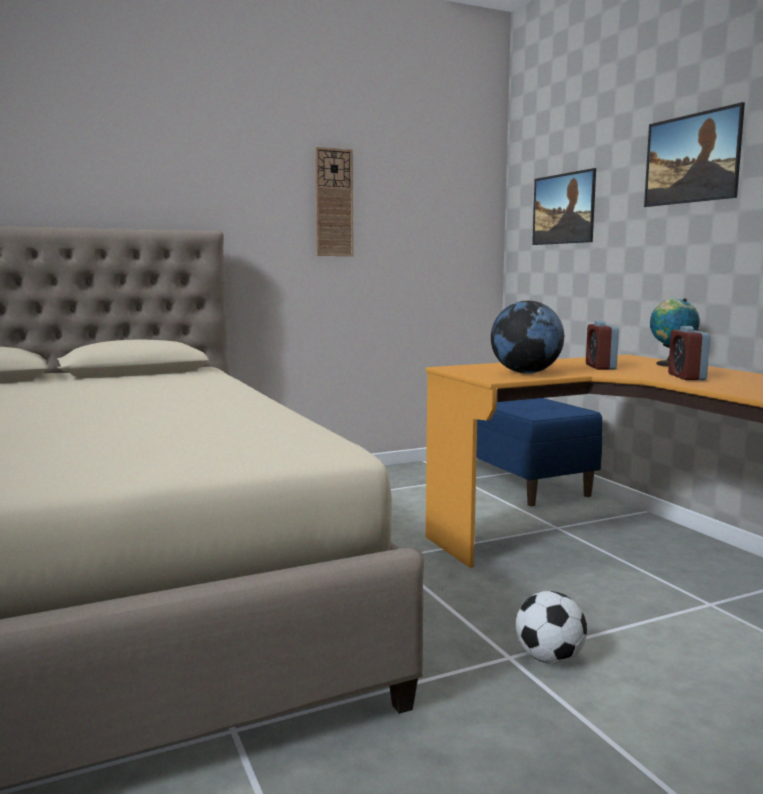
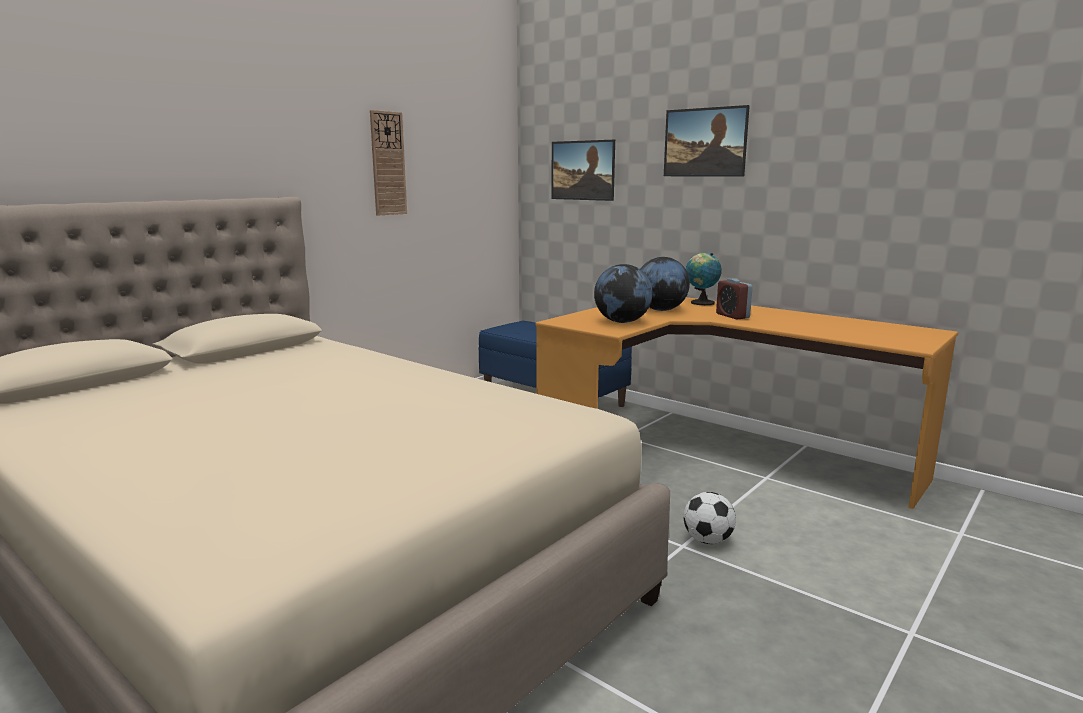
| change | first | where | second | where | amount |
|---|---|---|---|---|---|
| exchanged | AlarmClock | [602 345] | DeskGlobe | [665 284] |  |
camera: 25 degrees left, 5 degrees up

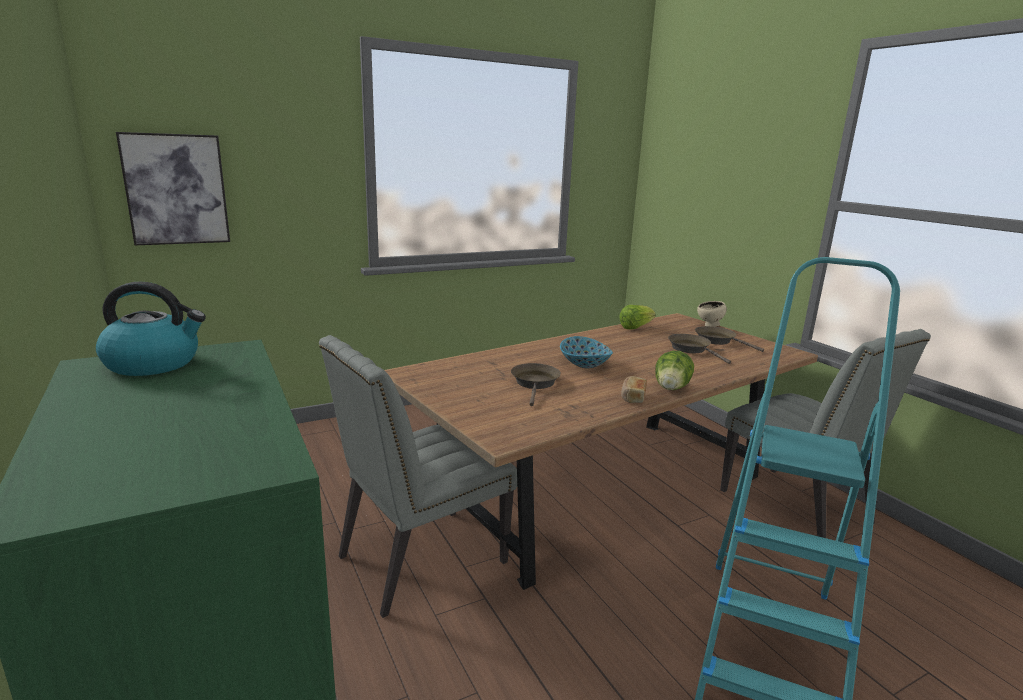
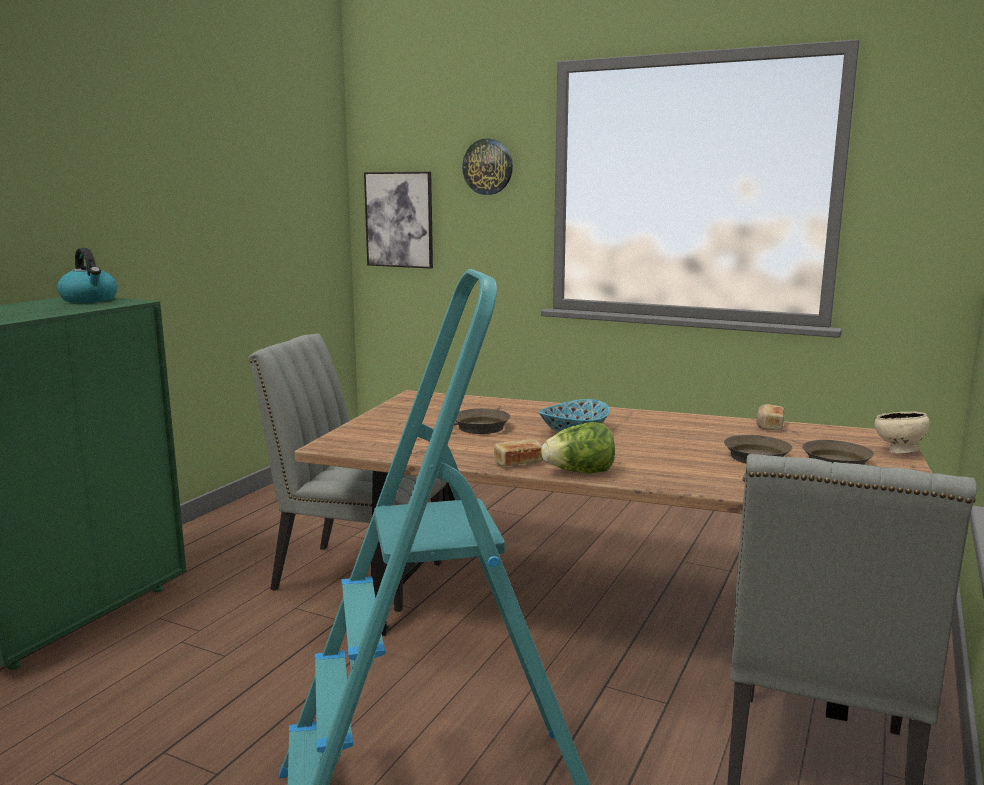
| change | first | where | second | where | amount |
|---|---|---|---|---|---|
| appeared |  |  | ClockOnTheWall | [487 167] |  |
| exchanged | Lettuce | [637 317] | Bread | [770 417] |  |
camera: 55 degrees right, 5 degrees down

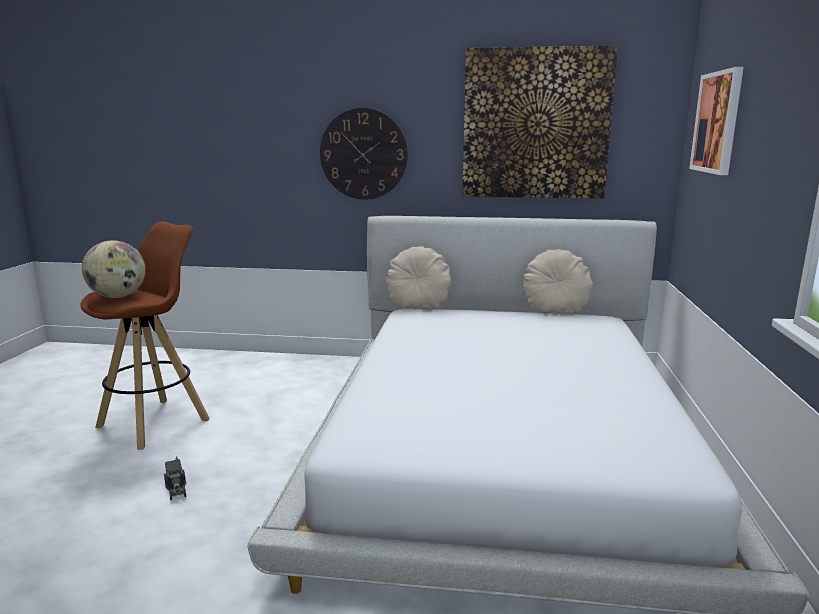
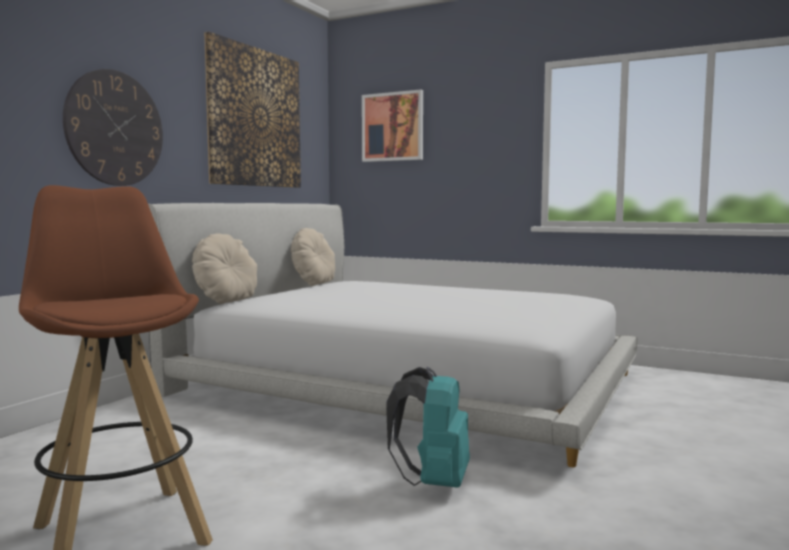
| change | first | where | second | where | amount |
|---|---|---|---|---|---|
| missing | DeskGlobe | [114 269] |  |  |  |
| missing | ToyTruck | [175 478] |  |  |  |
| appeared |  |  | TurquoiseColouredRucksack | [428 427] |  |
camera: 70 degrees left, 10 degrees down

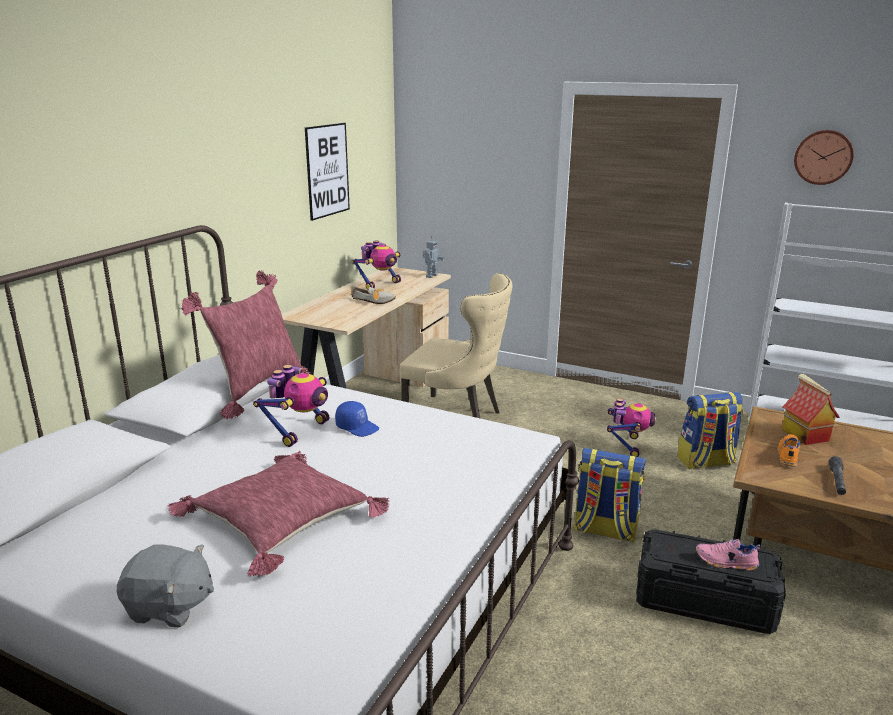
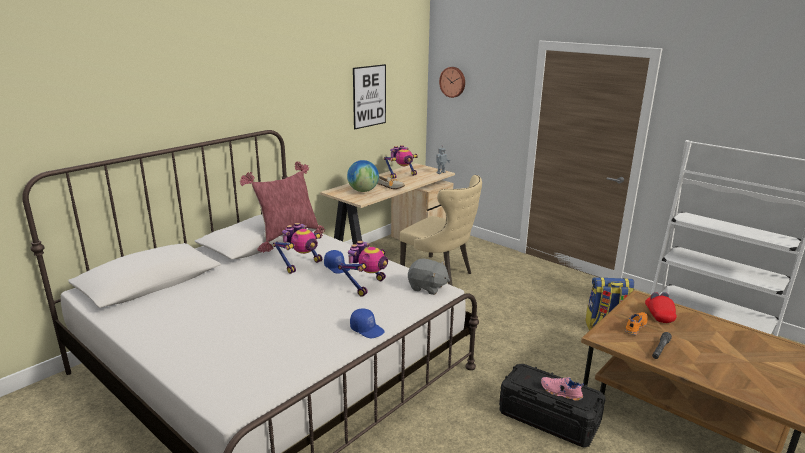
| change | first | where | second | where | amount |
|---|---|---|---|---|---|
| missing | ReddishThrowPillow | [278 514] |  |  |  |
| missing | Rucksack | [609 495] |  |  |  |
| appeared |  |  | DeskGlobe | [363 176] |  |
| appeared |  |  | BluePeakedCap | [367 323] |  |
| relocated | GreyishSoftToy | [165 586] |  | [429 277] |  |
| relocated | RobotFigure | [631 427] |  | [363 269] |  |
| relocated | ClockOnTheWall | [824 157] |  | [452 82] |  |
| exchanged | ModelHouse | [811 409] | ReddishPeakedCap | [661 307] |  |
camera: 15 degrees right, 0 degrees up

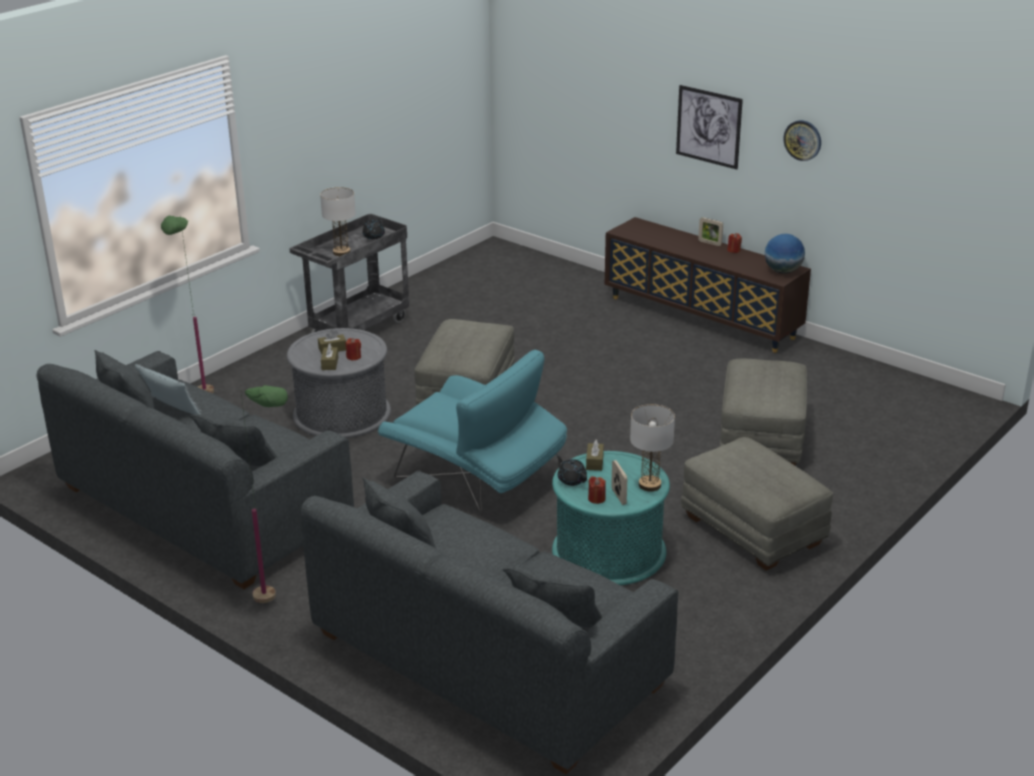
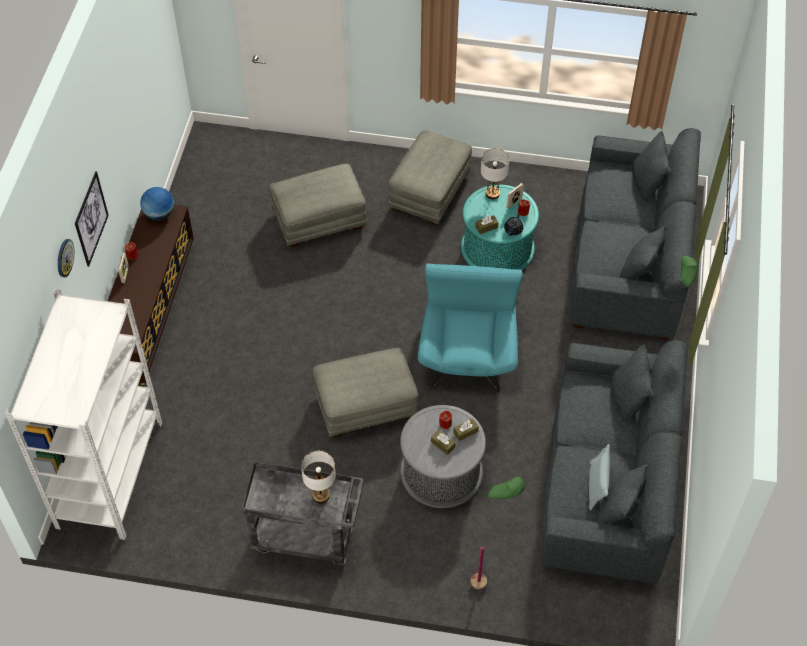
| change | first | where | second | where | amount |
|---|---|---|---|---|---|
| missing | BlackColouredPotForTea | [373 228] |  |  |  |
| appeared |  |  | WhitishShelvingUnit | [83 414] |  |
| relocated | ClockOnTheWall | [802 140] |  | [66 258] |  |
camera: 120 degrees left, 25 degrees up

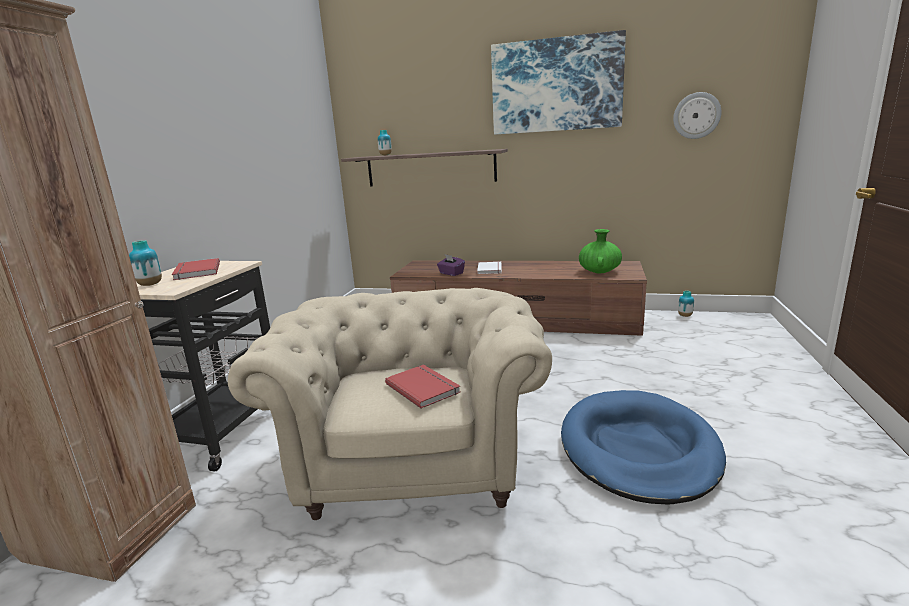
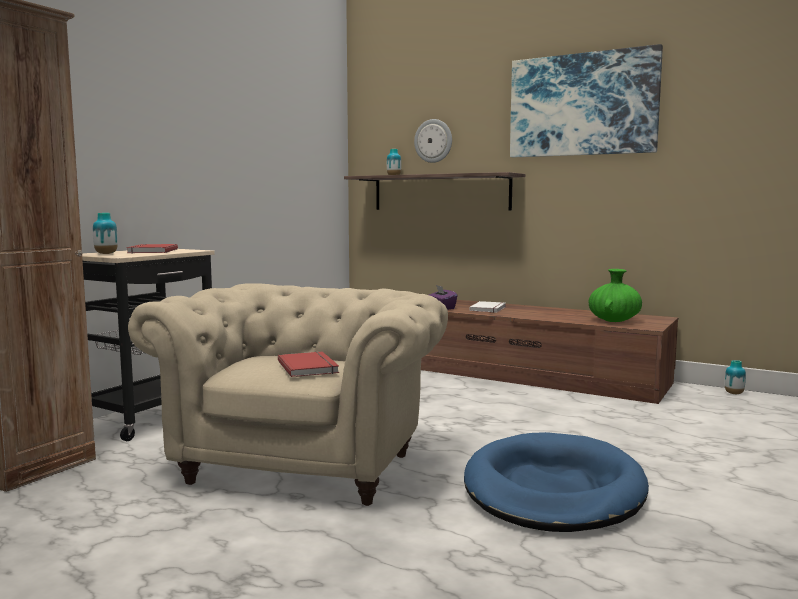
| change | first | where | second | where | amount |
|---|---|---|---|---|---|
| relocated | ClockOnTheWall | [697 115] |  | [433 141] |  |
camera: 15 degrees right, 10 degrees down

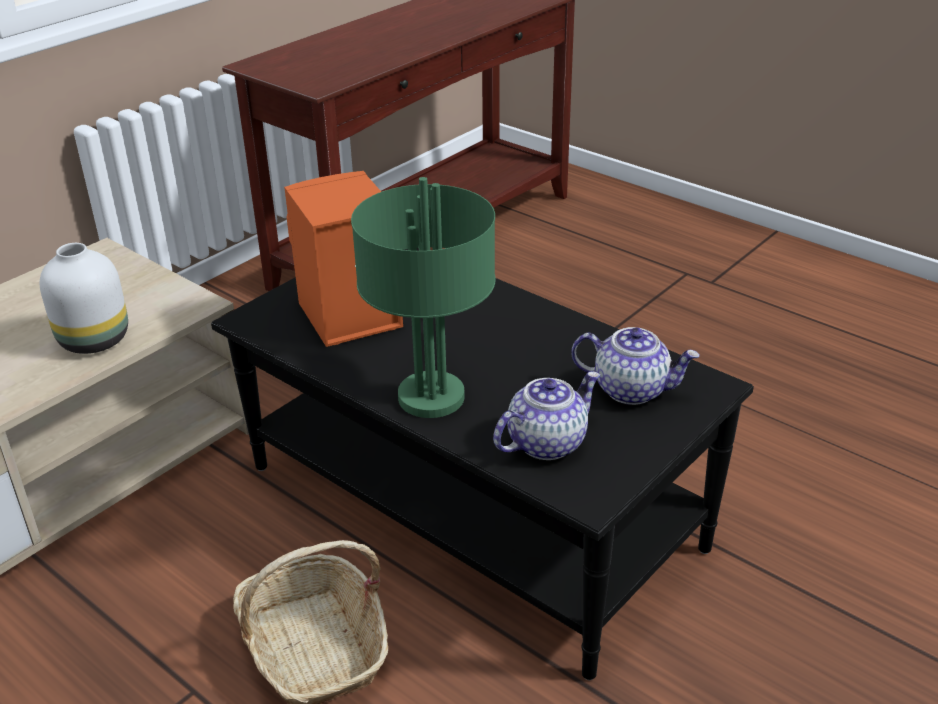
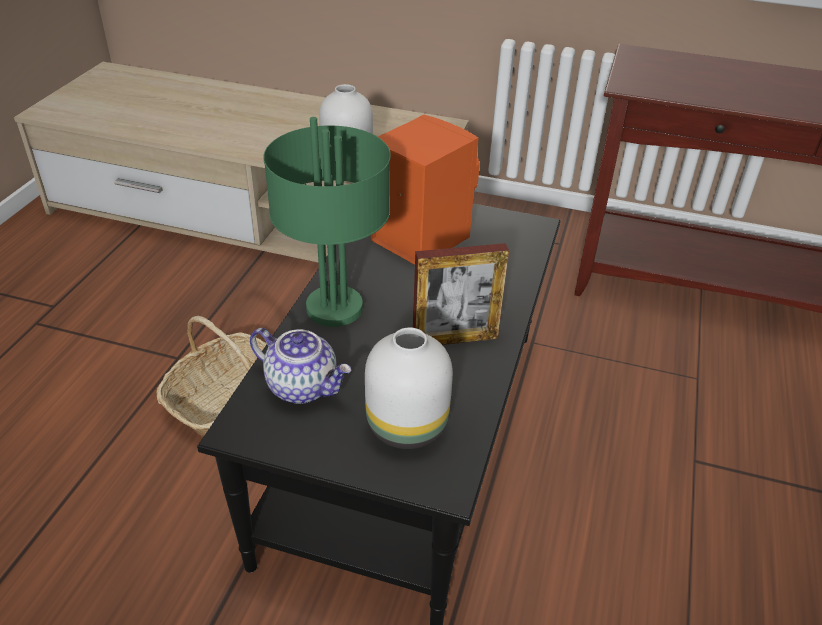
| change | first | where | second | where | amount |
|---|---|---|---|---|---|
| appeared |  |  | StandingFrame | [461 294] |  |
| exchanged | PotForTea | [635 366] | WhitishDecorativeVase | [409 388] |  |
camera: 65 degrees right, 5 degrees up

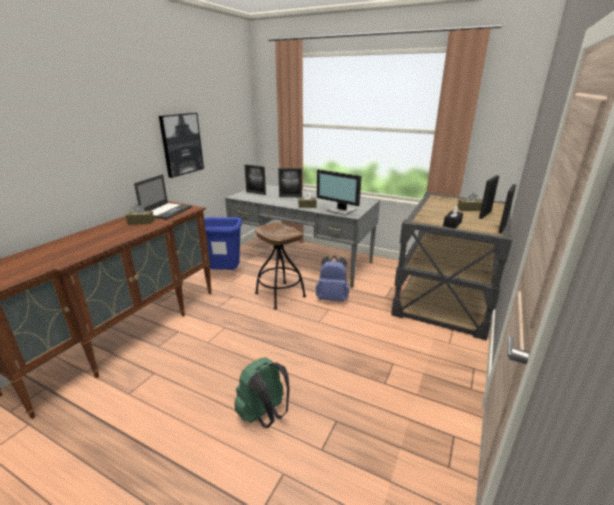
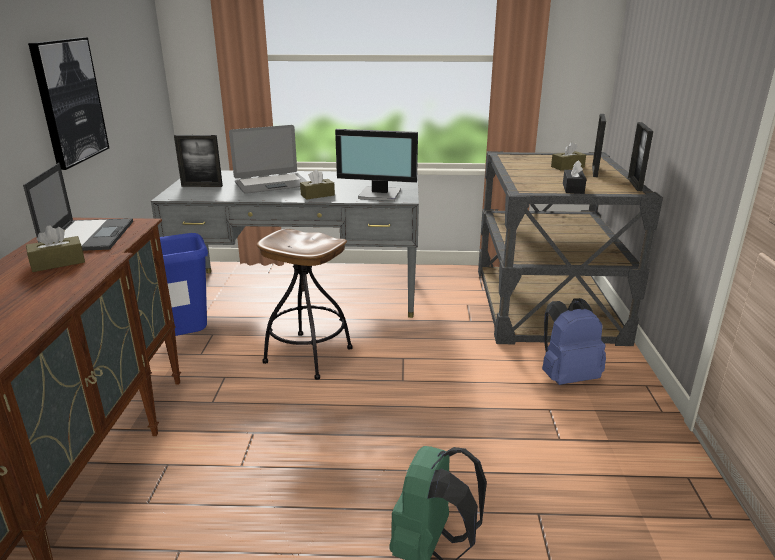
| change | first | where | second | where | amount |
|---|---|---|---|---|---|
| relocated | BlueRucksack | [332 279] |  | [574 341] |  |
| exchanged | StandingFrame | [290 182] | PortableComputer | [268 159] |  |
camera: 25 degrees left, 0 degrees up

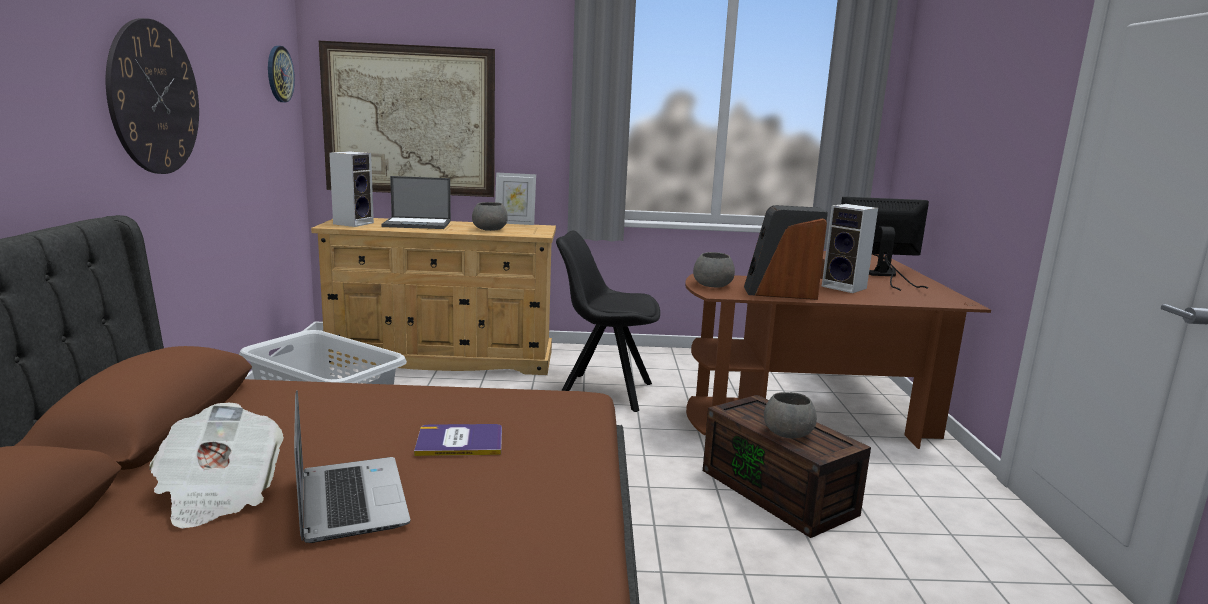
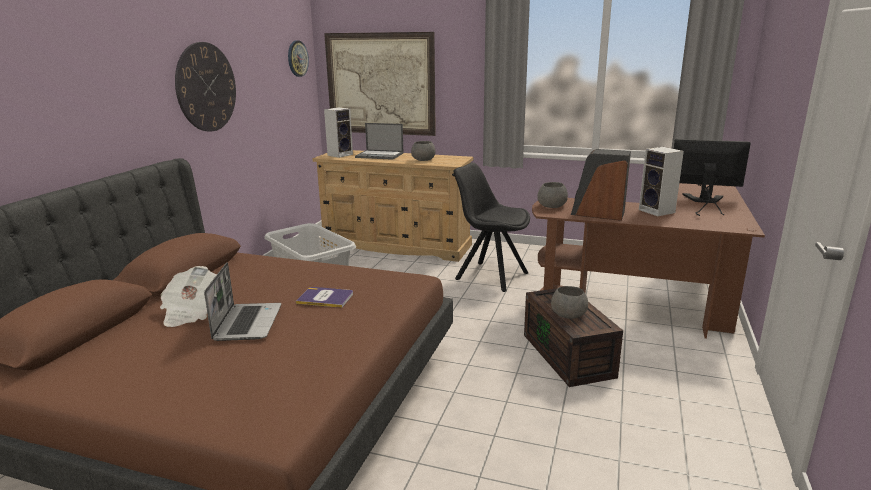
| change | first | where | second | where | amount |
|---|---|---|---|---|---|
| missing | StandingFrame | [515 198] |  |  |  |
camera: 20 degrees right, 5 degrees up

